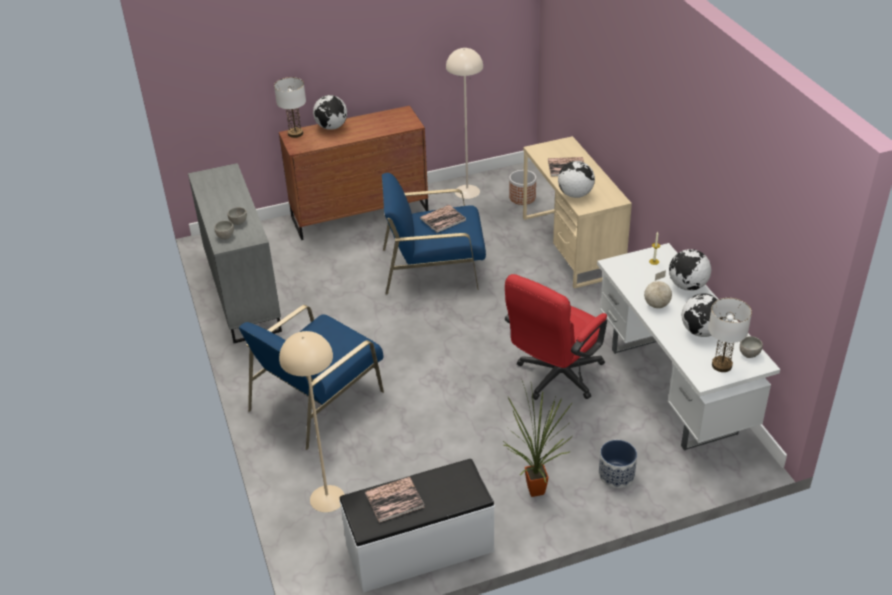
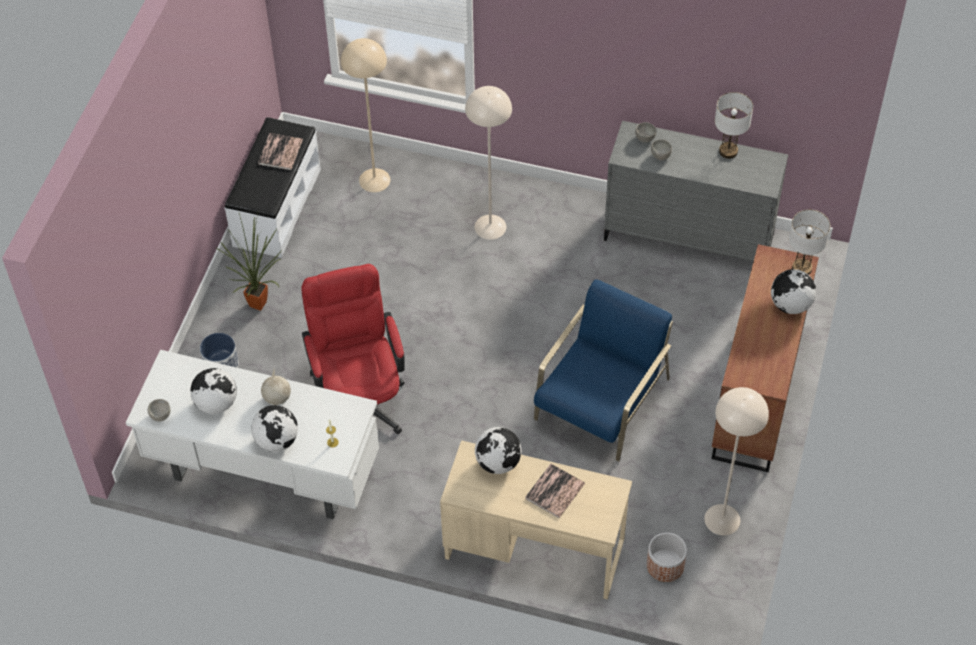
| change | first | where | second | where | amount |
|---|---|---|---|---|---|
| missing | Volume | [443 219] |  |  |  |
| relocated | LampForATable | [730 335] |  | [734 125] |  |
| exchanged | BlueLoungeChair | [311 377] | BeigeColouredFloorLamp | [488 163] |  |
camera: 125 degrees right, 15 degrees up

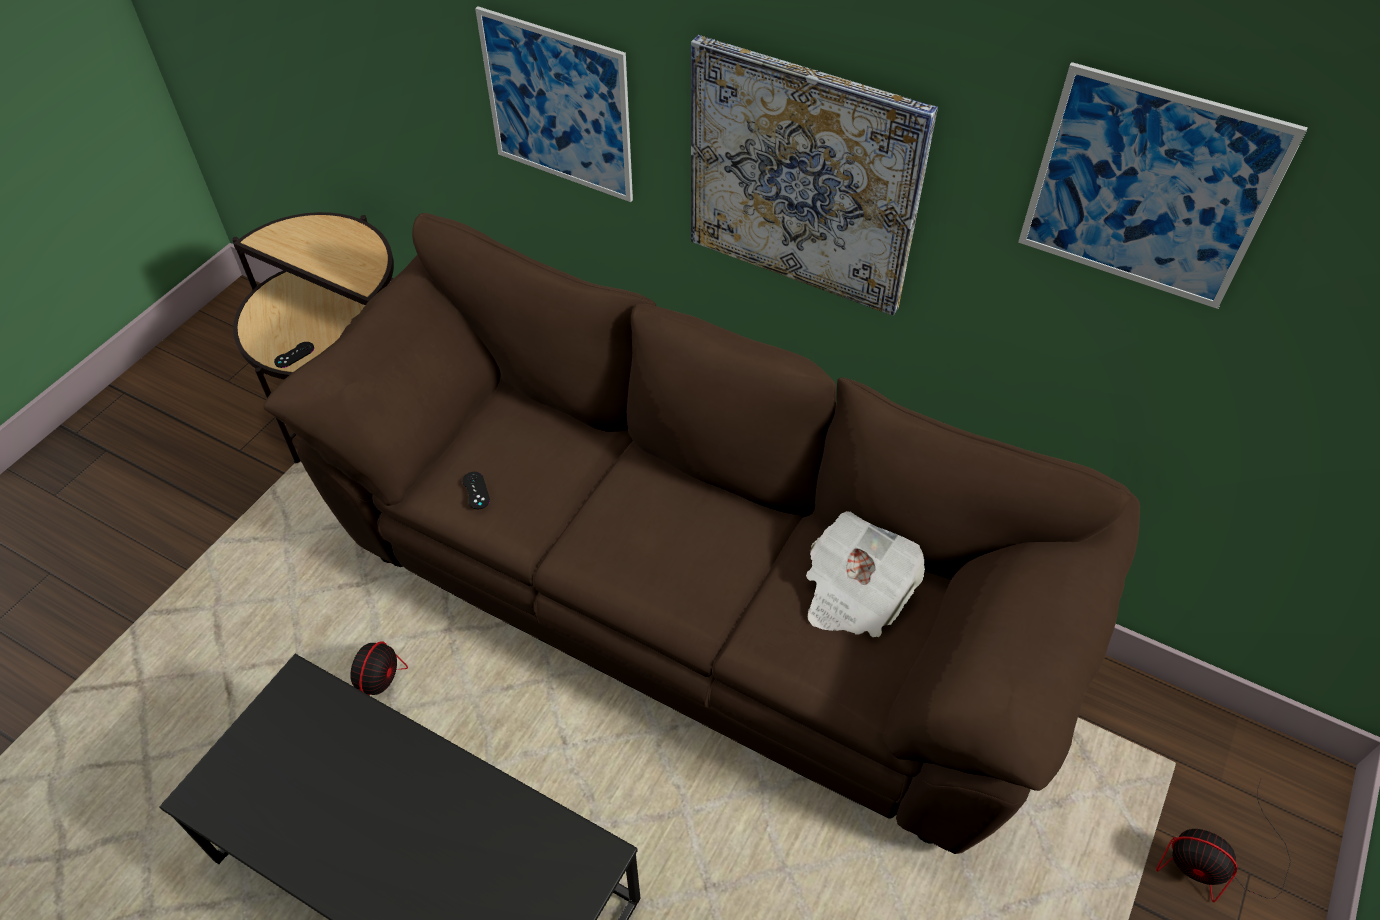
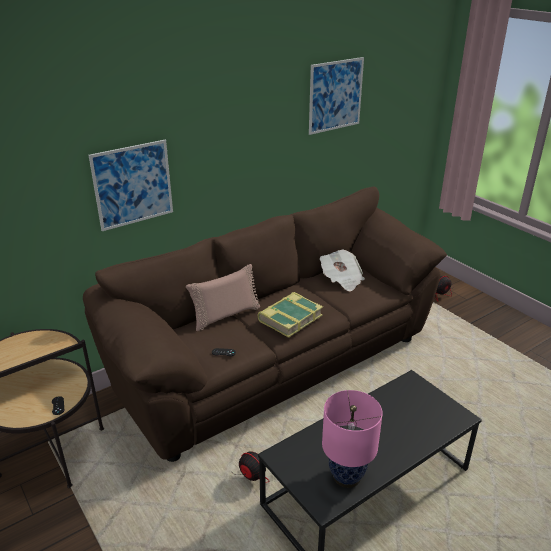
| change | first | where | second | where | amount |
|---|---|---|---|---|---|
| missing | WallPicture | [814 175] |  |  |  |
| appeared |  |  | BeigeColouredThrowPillow | [223 297] |  |
| appeared |  |  | Volume | [290 315] |  |
| appeared |  |  | PinkLampForATable | [352 439] |  |
camera: 65 degrees left, 20 degrees down

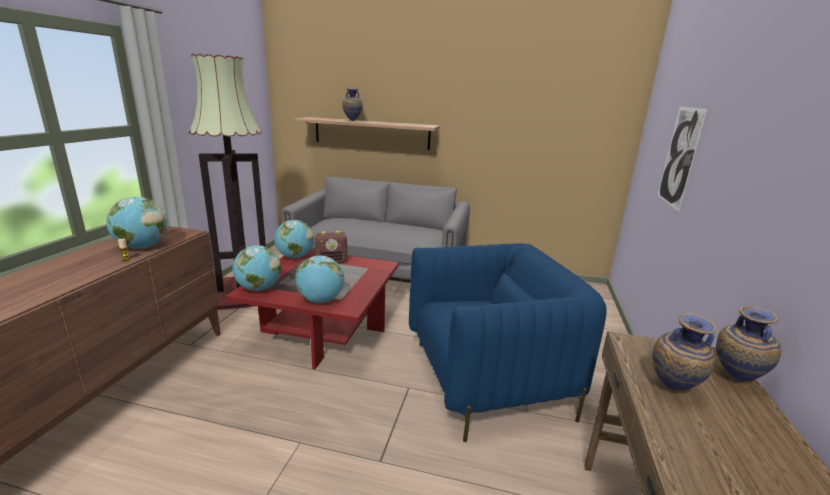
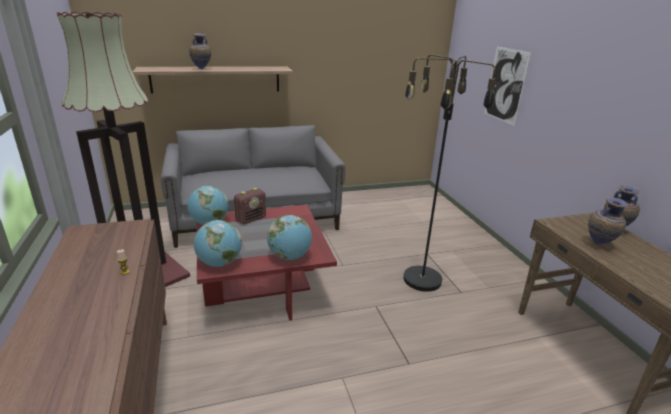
| change | first | where | second | where | amount |
|---|---|---|---|---|---|
| missing | DeskGlobe | [137 223] |  |  |  |
| exchanged | BlueLoungeChair | [508 342] | FloorLamp | [449 173] |  |
camera: 30 degrees left, 5 degrees up

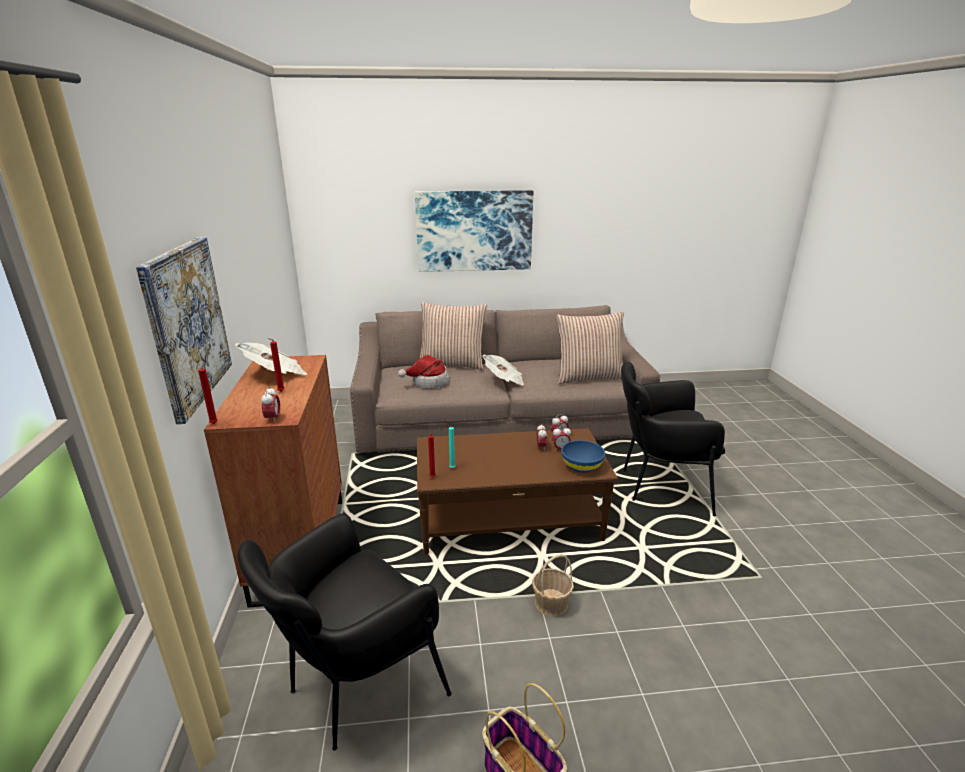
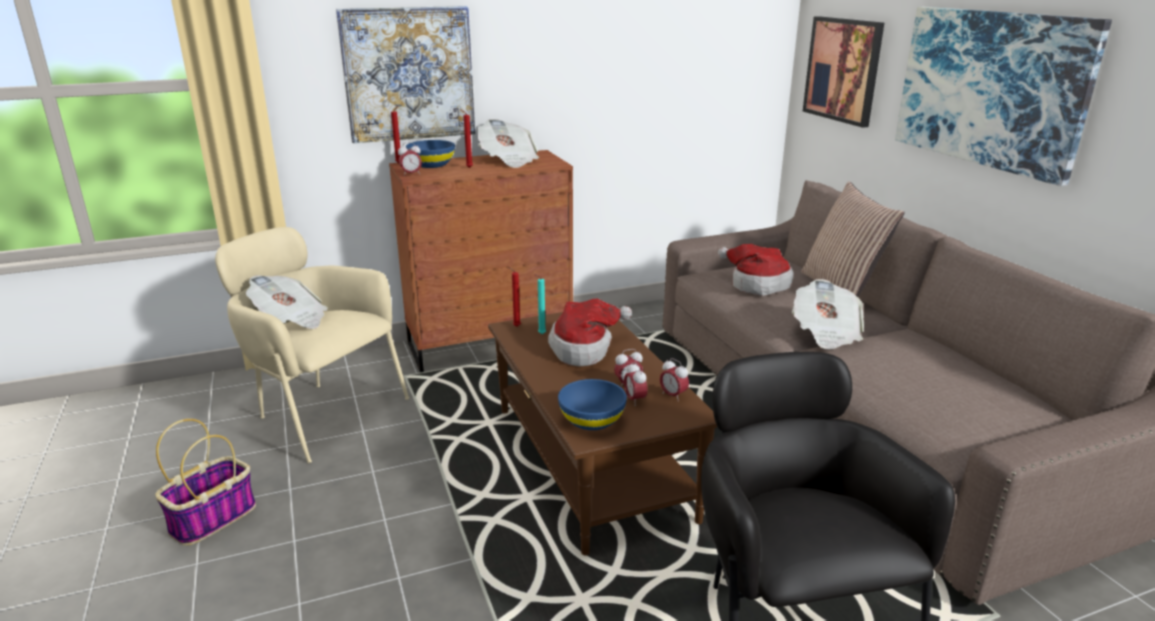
| change | first | where | second | where | amount |
|---|---|---|---|---|---|
| missing | HouseholdBasket | [553 585] |  |  |  |
| missing | ThrowPillow | [590 347] |  |  |  |
| appeared |  |  | Newspaper | [287 302] |  |
| appeared |  |  | BlueBowl | [430 154] |  |
| appeared |  |  | Hat | [590 332] |  |
| appeared |  |  | WallPicture | [843 72] |  |
| colour | BlackColouredLoungeChair | [344 632] | BeigeColouredLoungeChair | [312 345] |  |
camera: 75 degrees right, 0 degrees up

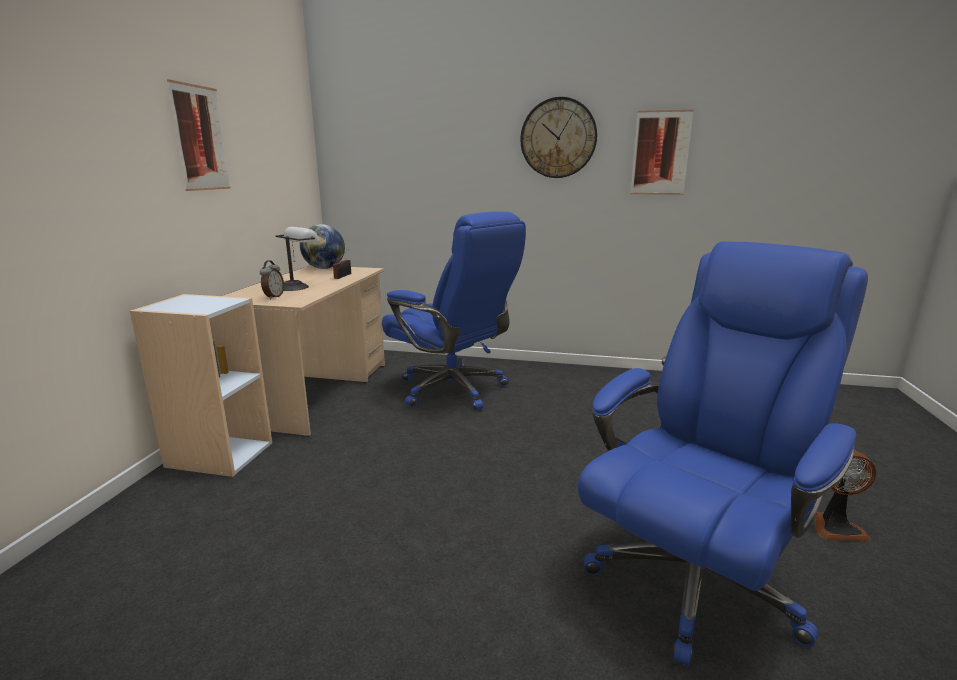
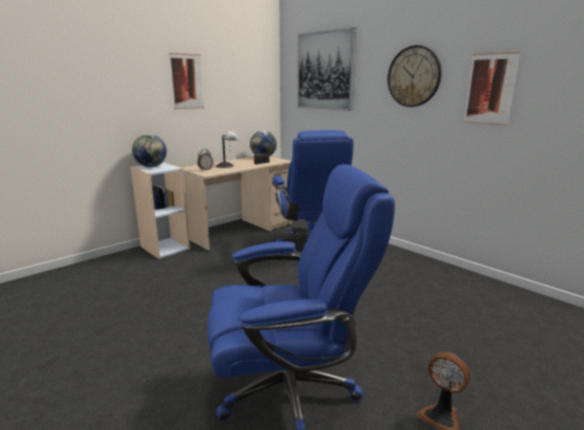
| change | first | where | second | where | amount |
|---|---|---|---|---|---|
| appeared |  |  | DeskGlobe | [149 150] |  |
| appeared |  |  | WallPicture | [326 69] |  |
camera: 35 degrees right, 0 degrees up

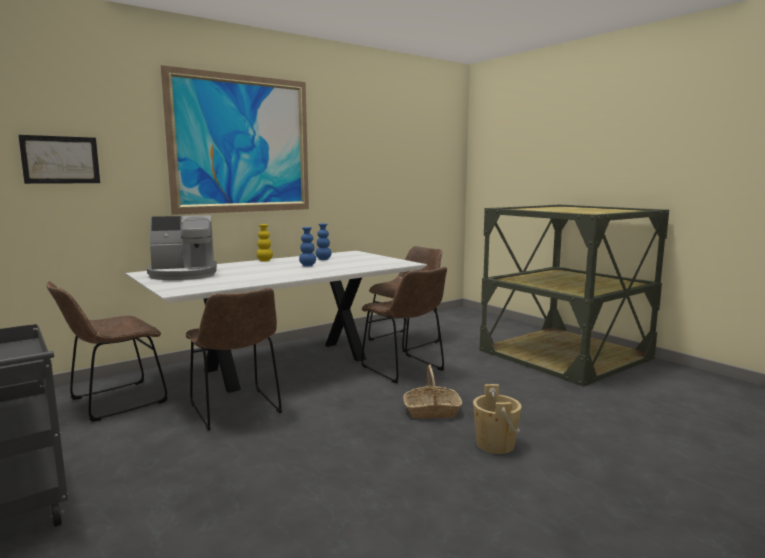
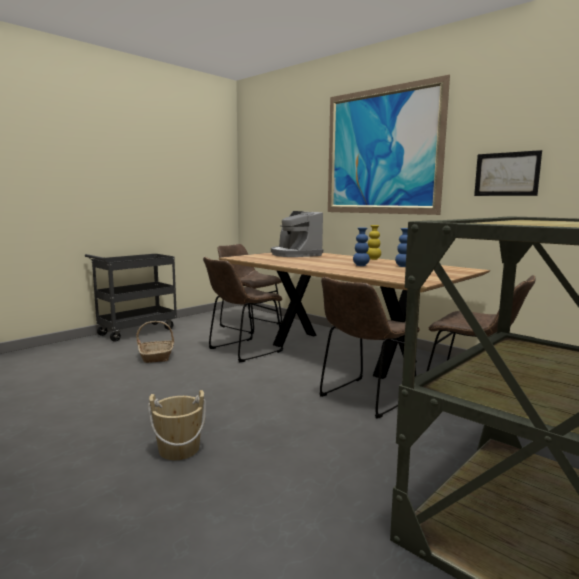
| change | first | where | second | where | amount |
|---|---|---|---|---|---|
| relocated | WallPicture | [59 159] |  | [508 173] |  |
| relocated | HouseholdBasket | [432 391] |  | [155 342] |  |
| colour | WhitishDinnerTable | [276 322] | BrownDinnerTable | [354 315] |  |
camera: 80 degrees right, 0 degrees up

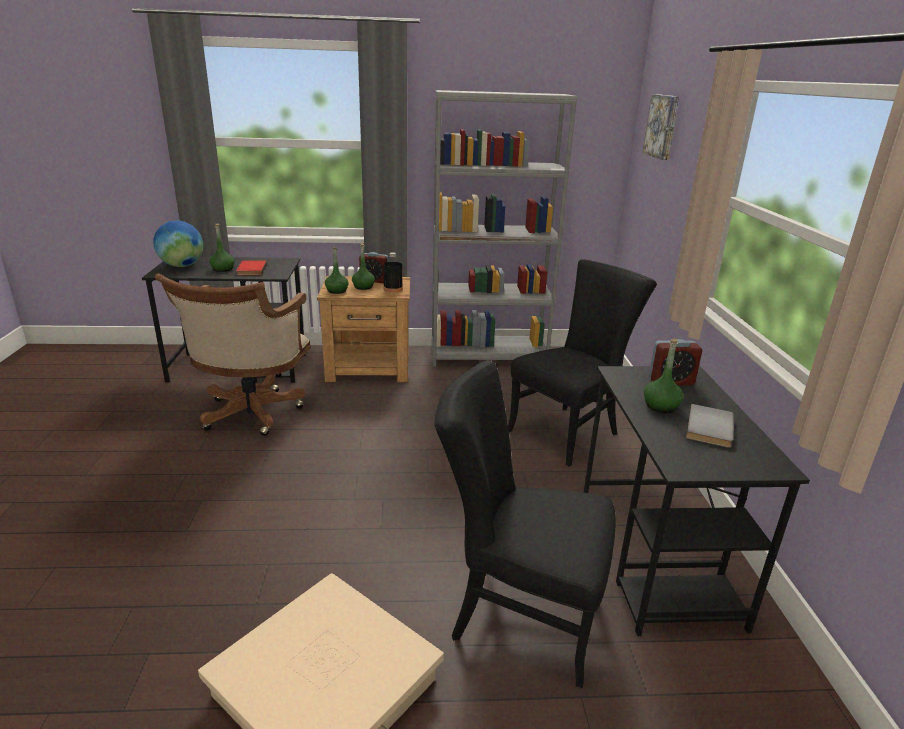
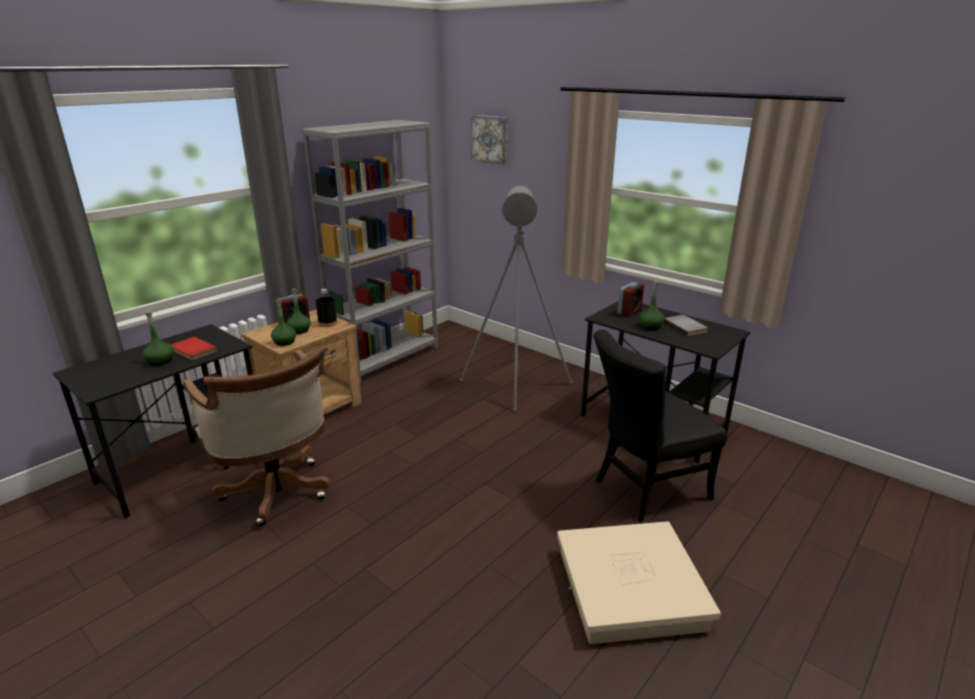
| change | first | where | second | where | amount |
|---|---|---|---|---|---|
| missing | DeskGlobe | [178 243] |  |  |  |
| exchanged | BlackColouredPlainChair | [582 363] | GreyishFloorLamp | [516 298] |  |
camera: 45 degrees left, 0 degrees up

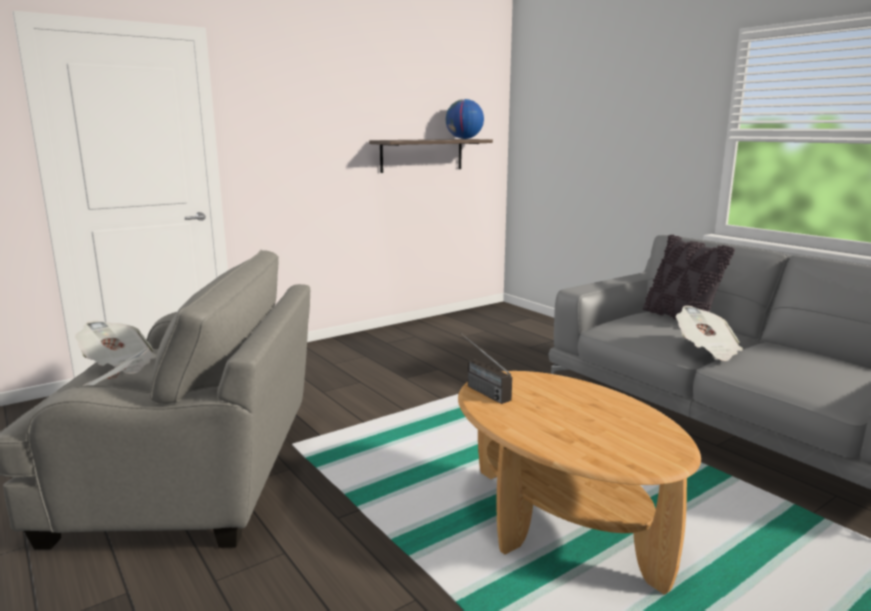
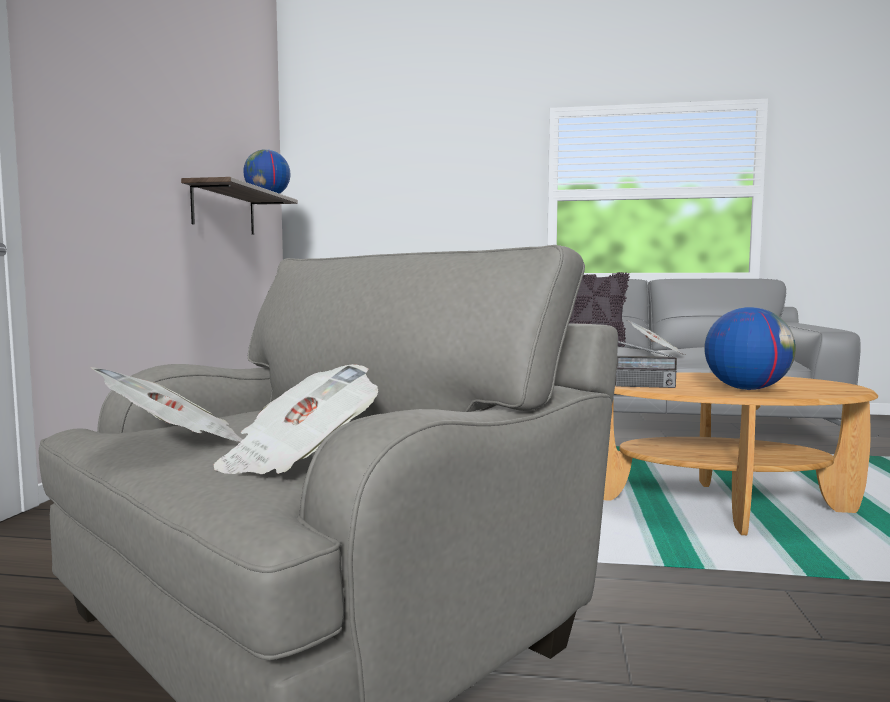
| change | first | where | second | where | amount |
|---|---|---|---|---|---|
| appeared |  |  | DeskGlobe | [750 348] |  |
camera: 45 degrees left, 10 degrees down

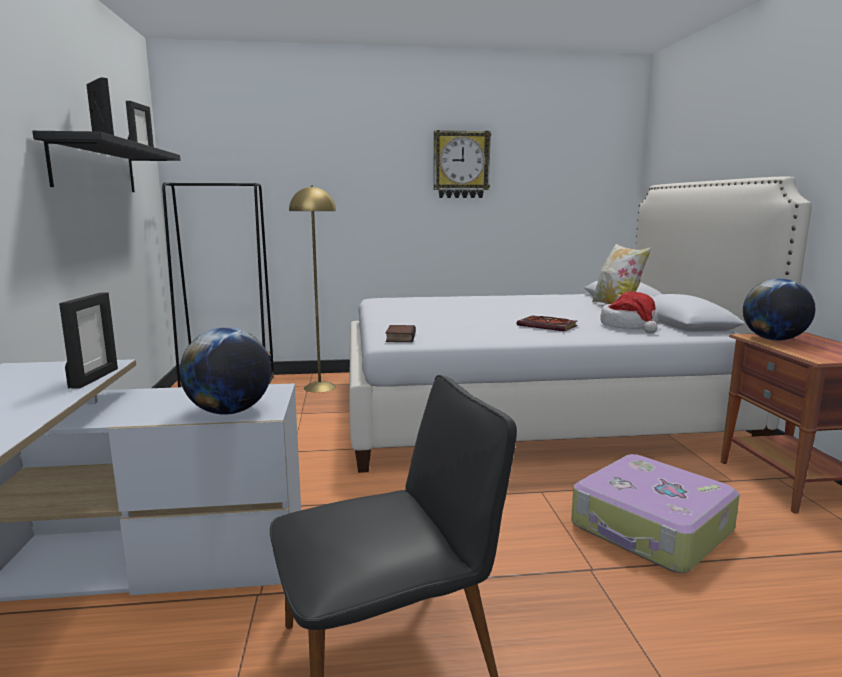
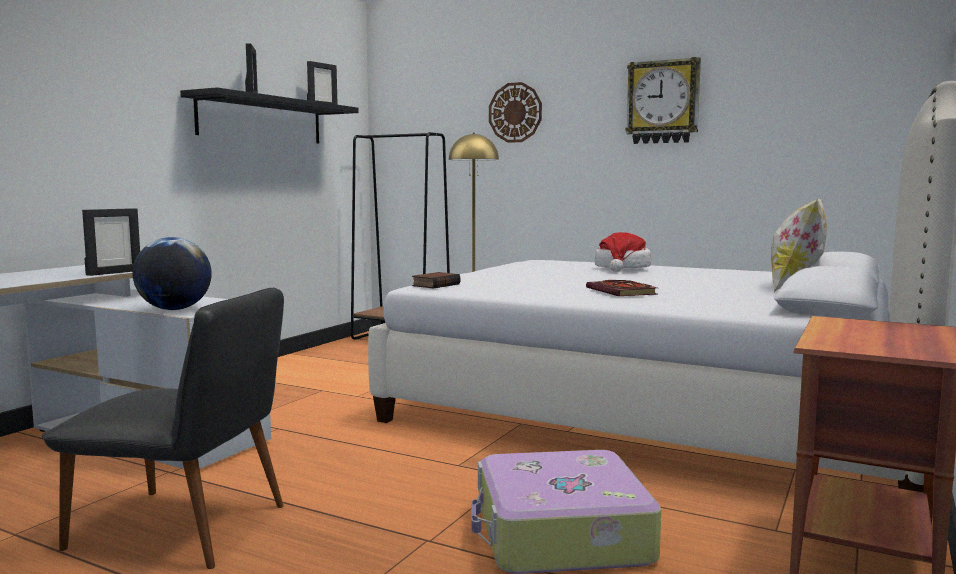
| change | first | where | second | where | amount |
|---|---|---|---|---|---|
| missing | DeskGlobe | [779 309] |  |  |  |
| appeared |  |  | ClockOnTheWall | [515 112] |  |
| relocated | Hat | [629 313] |  | [623 252] |  |
camera: 35 degrees right, 5 degrees down

